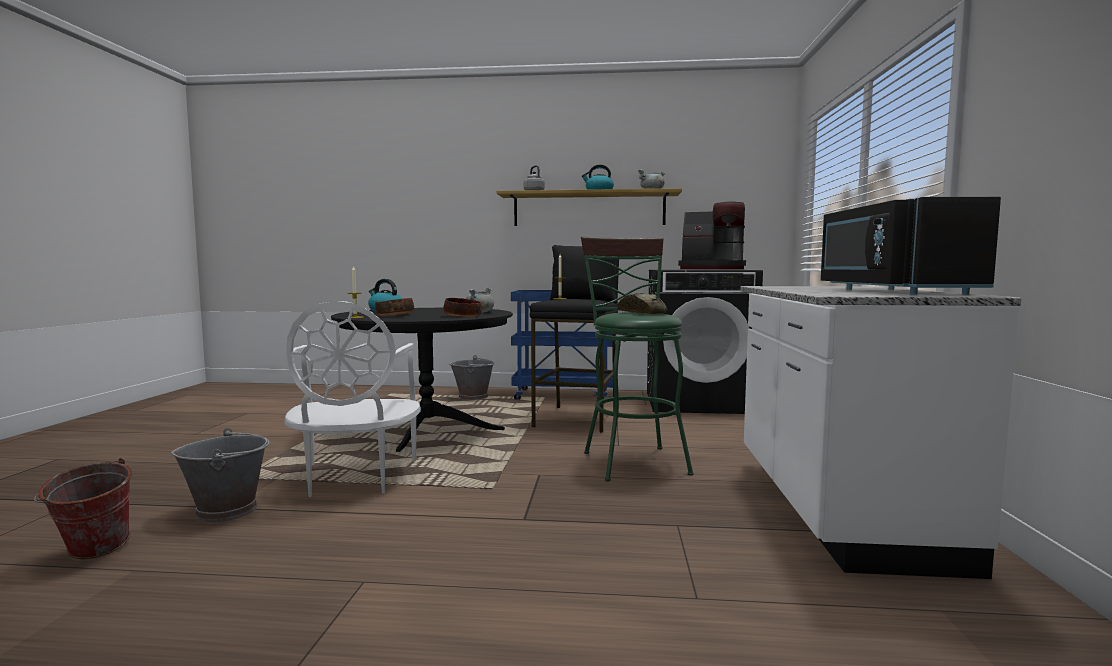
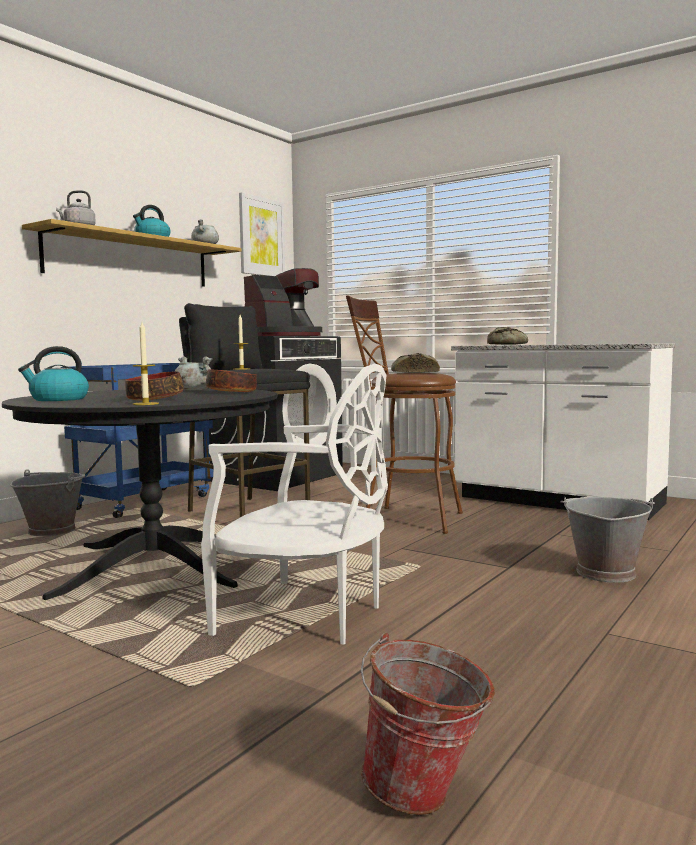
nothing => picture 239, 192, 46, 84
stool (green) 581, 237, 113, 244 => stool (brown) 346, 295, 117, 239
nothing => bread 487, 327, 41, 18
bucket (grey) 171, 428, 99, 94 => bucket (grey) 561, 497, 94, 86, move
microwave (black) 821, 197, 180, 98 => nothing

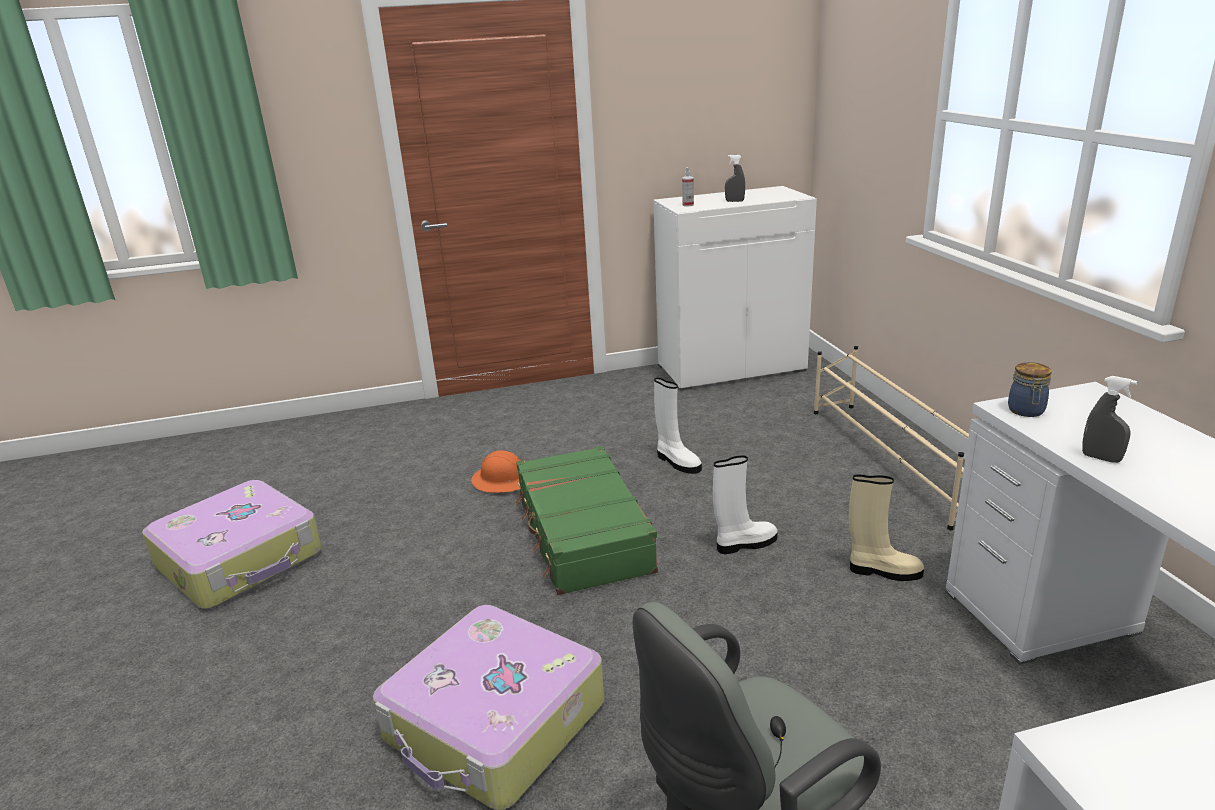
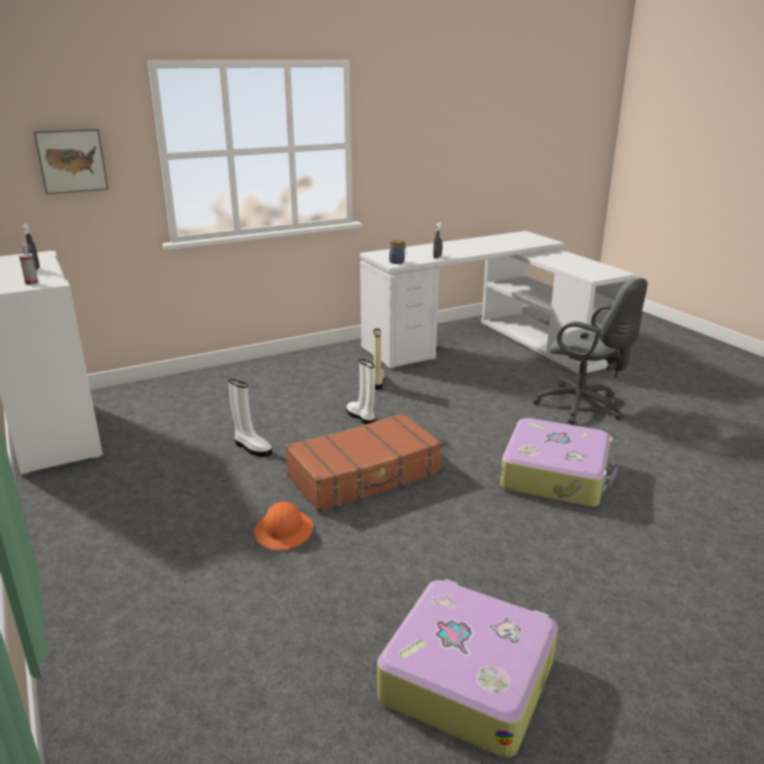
nothing => picture 33, 129, 75, 65
boot (white) 654, 378, 48, 96 => boot (white) 228, 379, 44, 78, 90 degrees clockwise
suitcase (green) 515, 446, 143, 149 => suitcase (brown) 285, 413, 157, 100
shoe rack (beige) 814, 346, 155, 184 => nothing

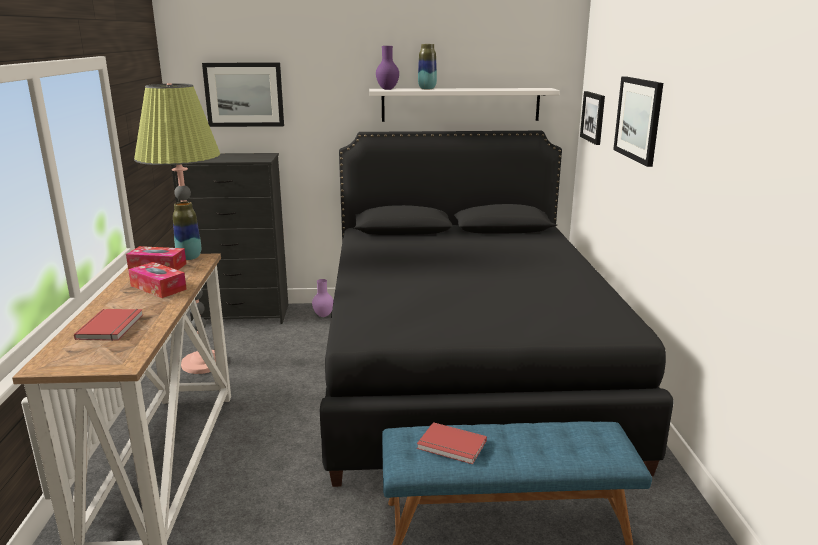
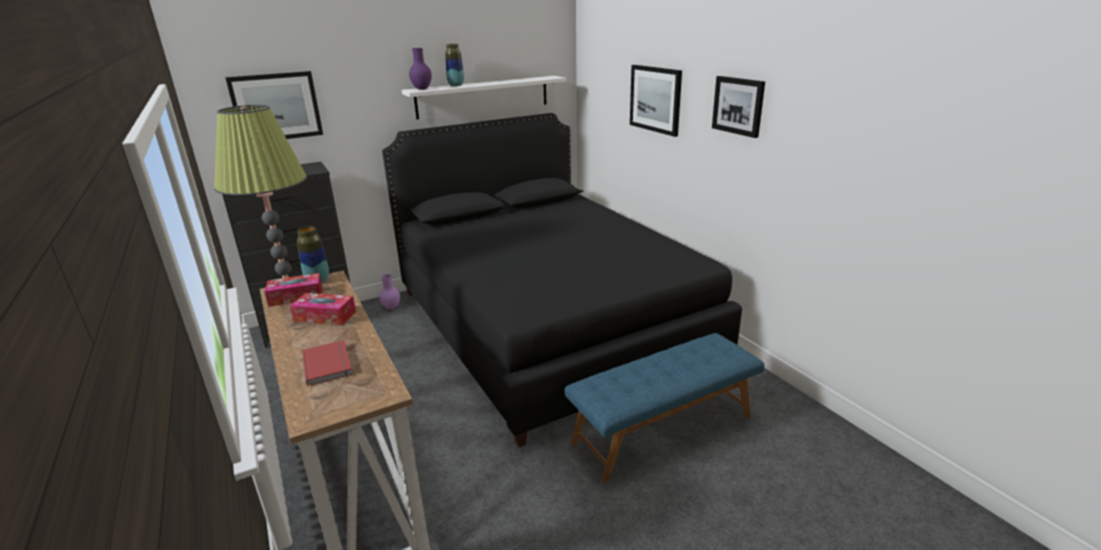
picture 580, 91, 25, 54 => picture 712, 76, 53, 62, move
book (red) 417, 422, 70, 42 => nothing

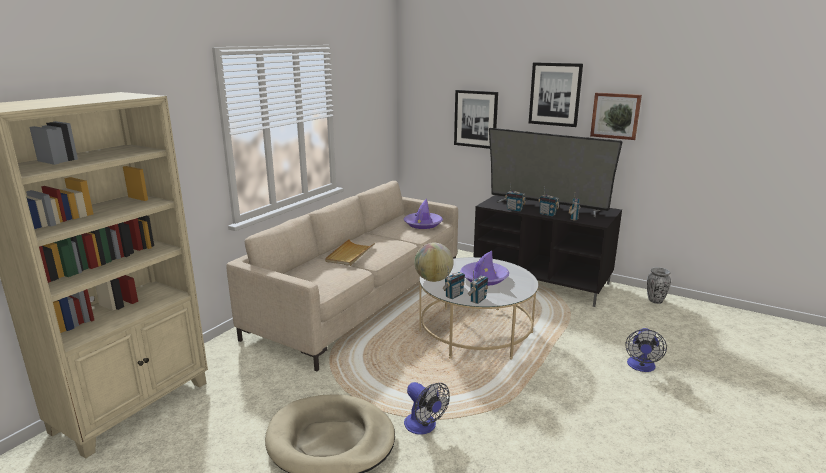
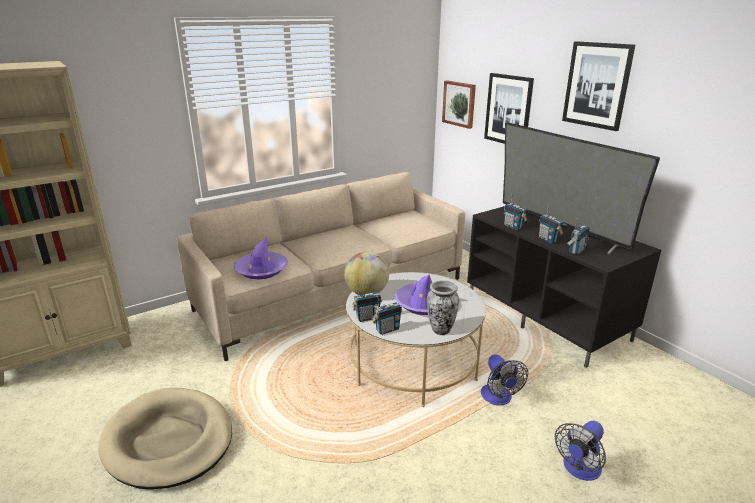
hat (purple) 404, 198, 39, 31 => hat (purple) 234, 238, 54, 41, move
vase 647, 267, 24, 37 => vase 427, 280, 32, 55, move
picture 590, 93, 52, 47 => picture 442, 81, 34, 48, move
fan 404, 382, 46, 53 => fan 481, 354, 47, 51, move
tray (beige) 325, 239, 50, 27 => nothing

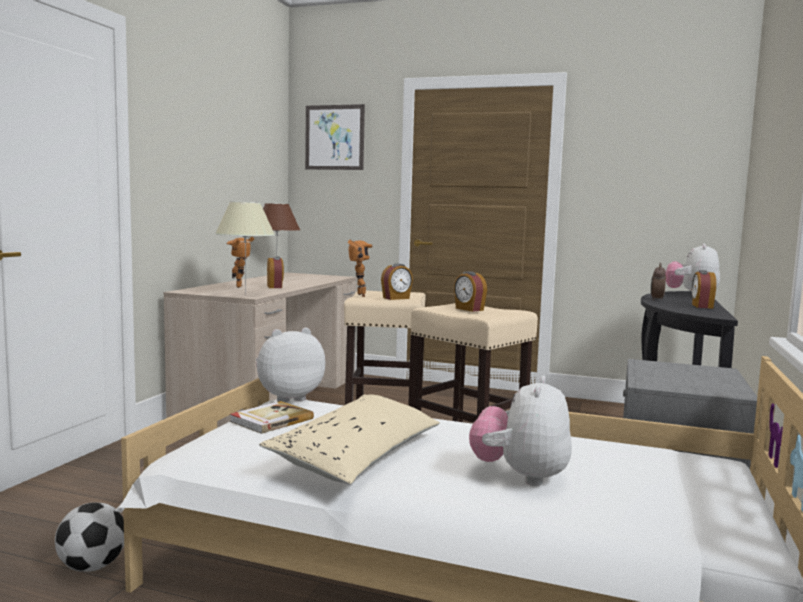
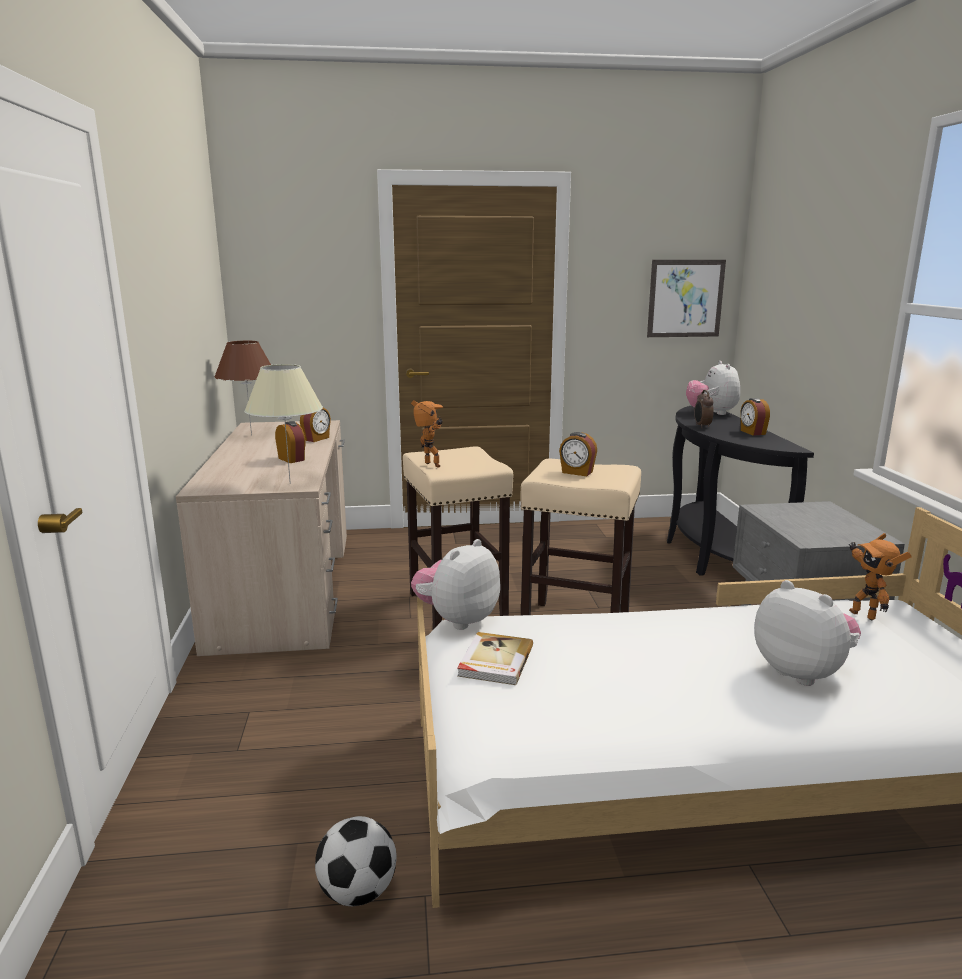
alarm clock 381, 263, 32, 37 => alarm clock 300, 408, 31, 34, move
picture 305, 104, 60, 66 => picture 647, 260, 79, 77, move
plush toy 469, 376, 103, 110 => plush toy 754, 580, 107, 106, 150 degrees clockwise
toy robot 226, 237, 28, 51 => toy robot 849, 533, 63, 87, move
pillow (beige) 259, 395, 181, 90 => nothing

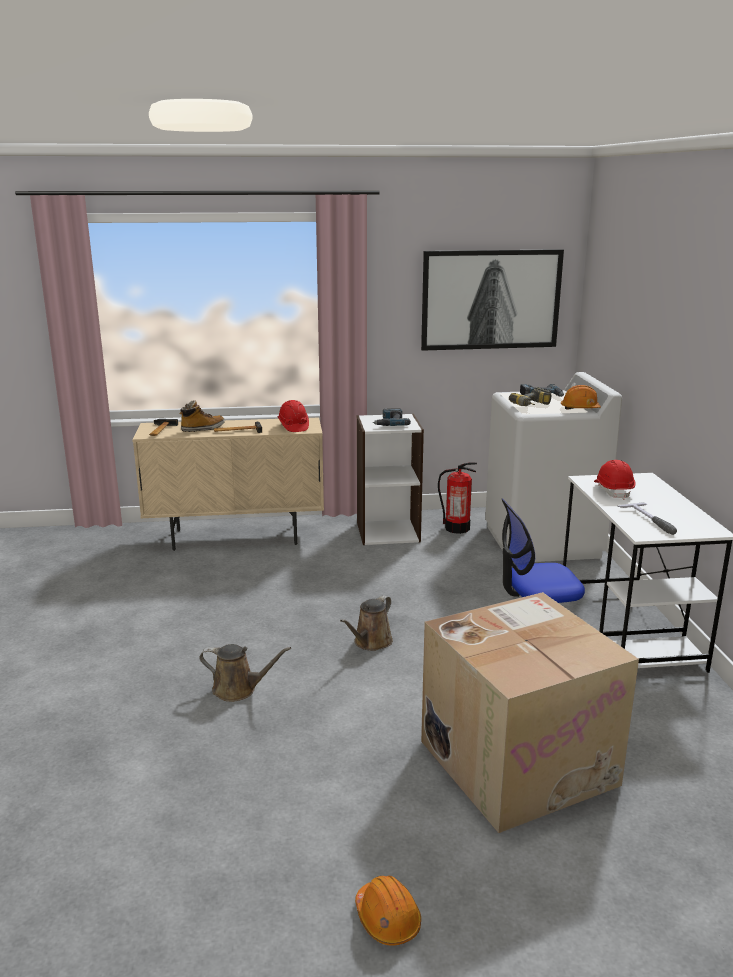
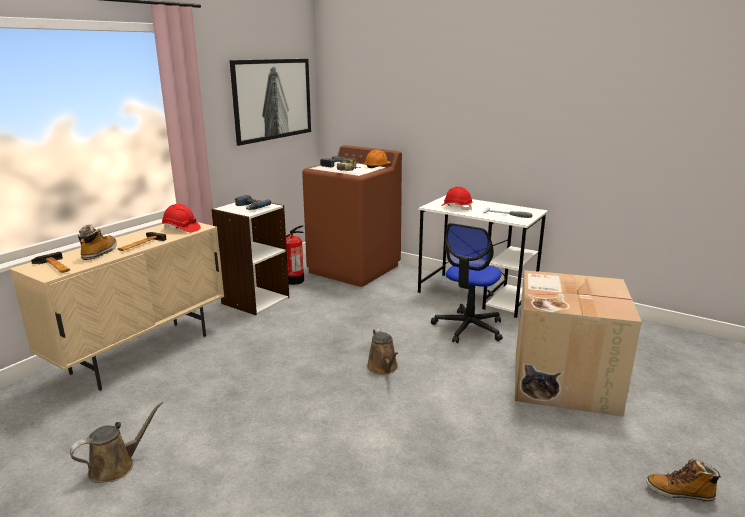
watering can (brown) 199, 644, 92, 58 => watering can (brown) 70, 401, 93, 82, move
washing machine (white) 485, 372, 137, 190 => washing machine (brown) 302, 145, 100, 142
hard hat (orange) 355, 876, 66, 70 => boot 646, 459, 76, 43

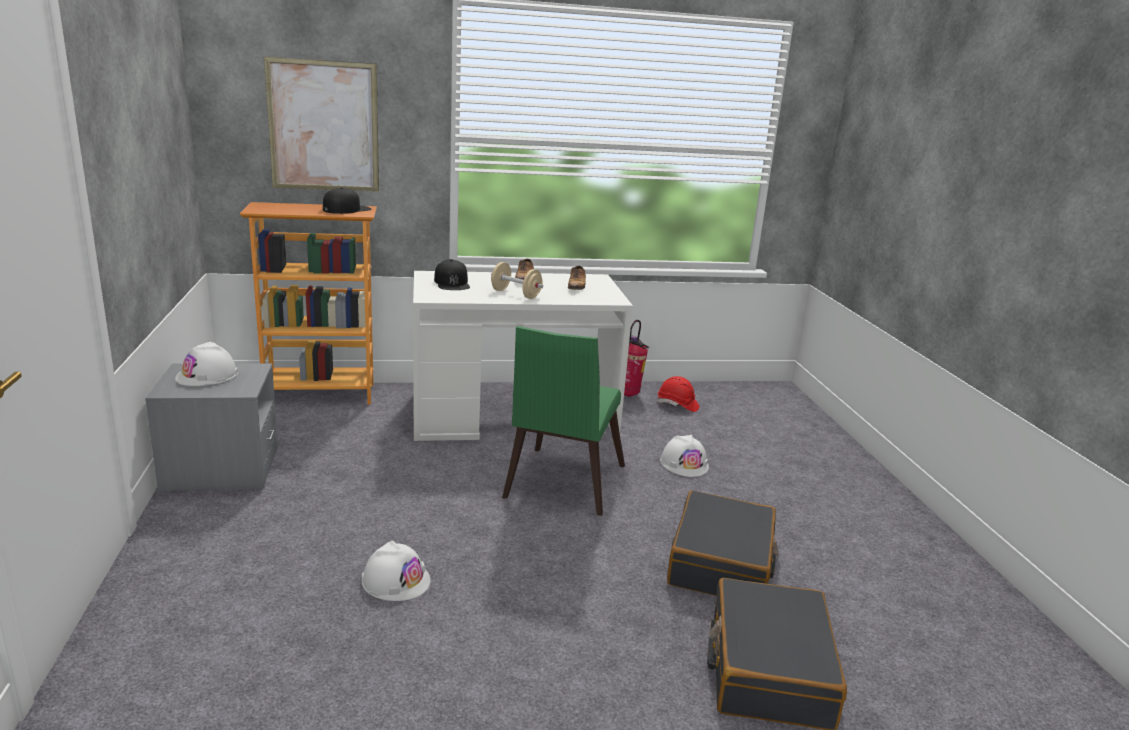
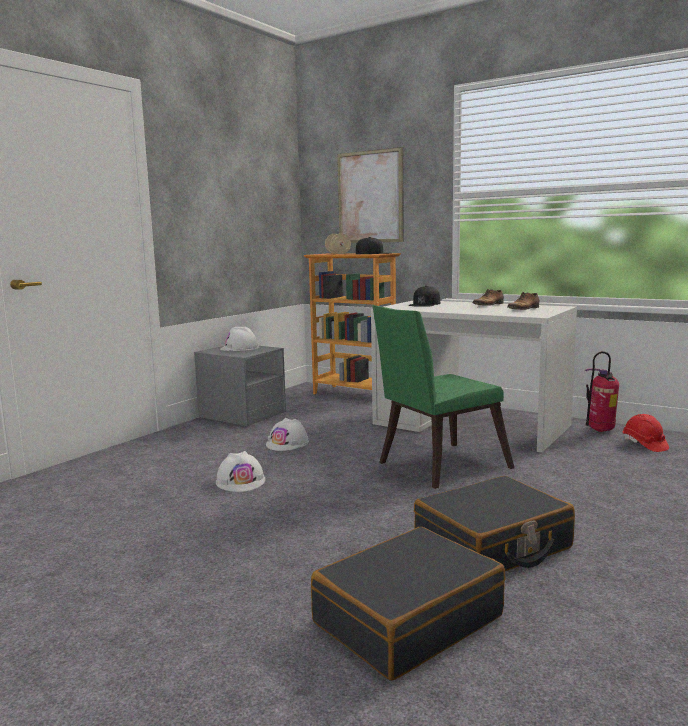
hard hat (white) 660, 435, 49, 42 => hard hat (white) 266, 418, 43, 33, move
dumbbell (beige) 491, 262, 52, 37 => dumbbell (beige) 325, 233, 26, 21, move

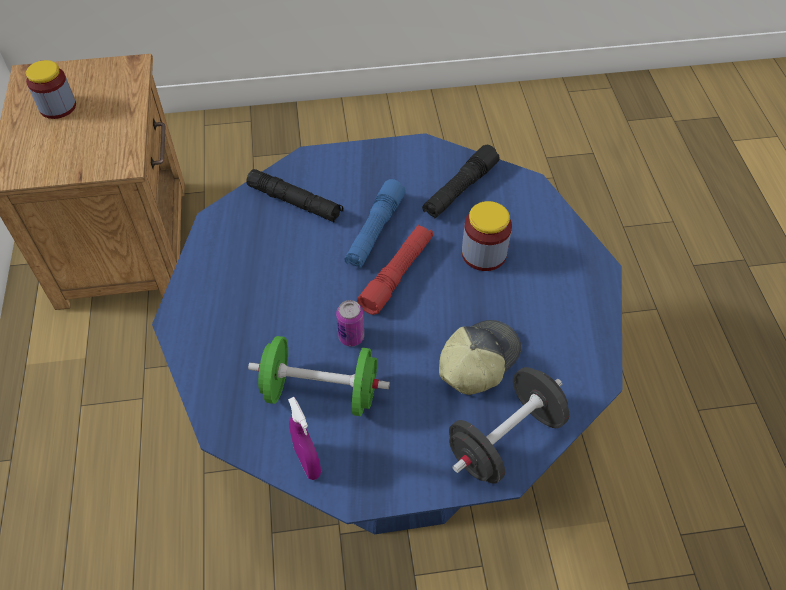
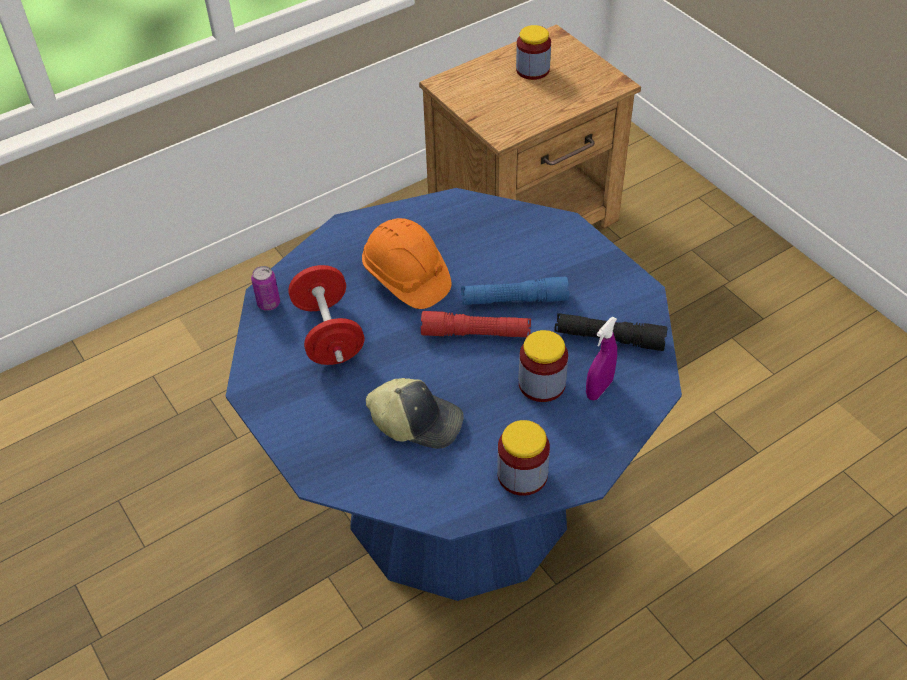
can 336, 300, 28, 46 => can 251, 266, 29, 45, move
dumbbell (green) 248, 336, 142, 80 => dumbbell (red) 288, 265, 76, 100
nothing => hard hat (orange) 362, 218, 89, 91
nothing => jar 497, 420, 53, 76
spray bottle (purple) 288, 397, 33, 83 => spray bottle (purple) 586, 316, 31, 84, move
flashlight (black) 246, 169, 98, 54 => nothing
dumbbell (black) 449, 367, 121, 117 => nothing

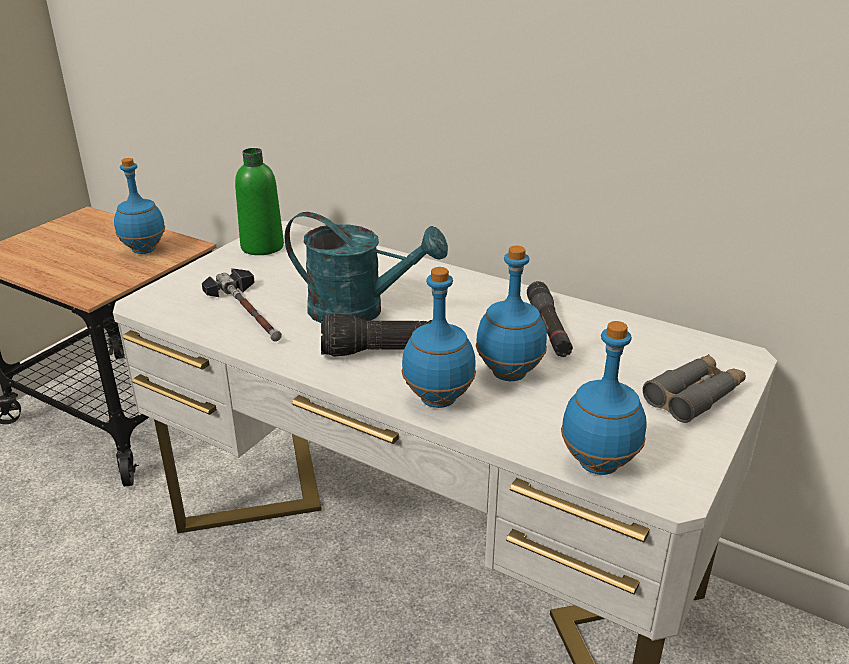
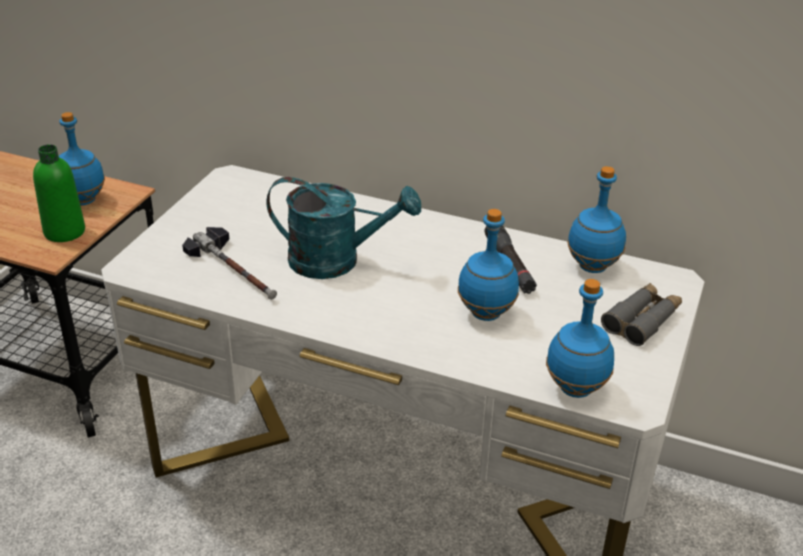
bottle (green) 235, 148, 49, 107 => bottle (green) 33, 144, 52, 98, move
bottle (blue) 401, 267, 75, 141 => bottle (blue) 567, 166, 59, 107, move
flashlight 321, 313, 111, 44 => nothing

